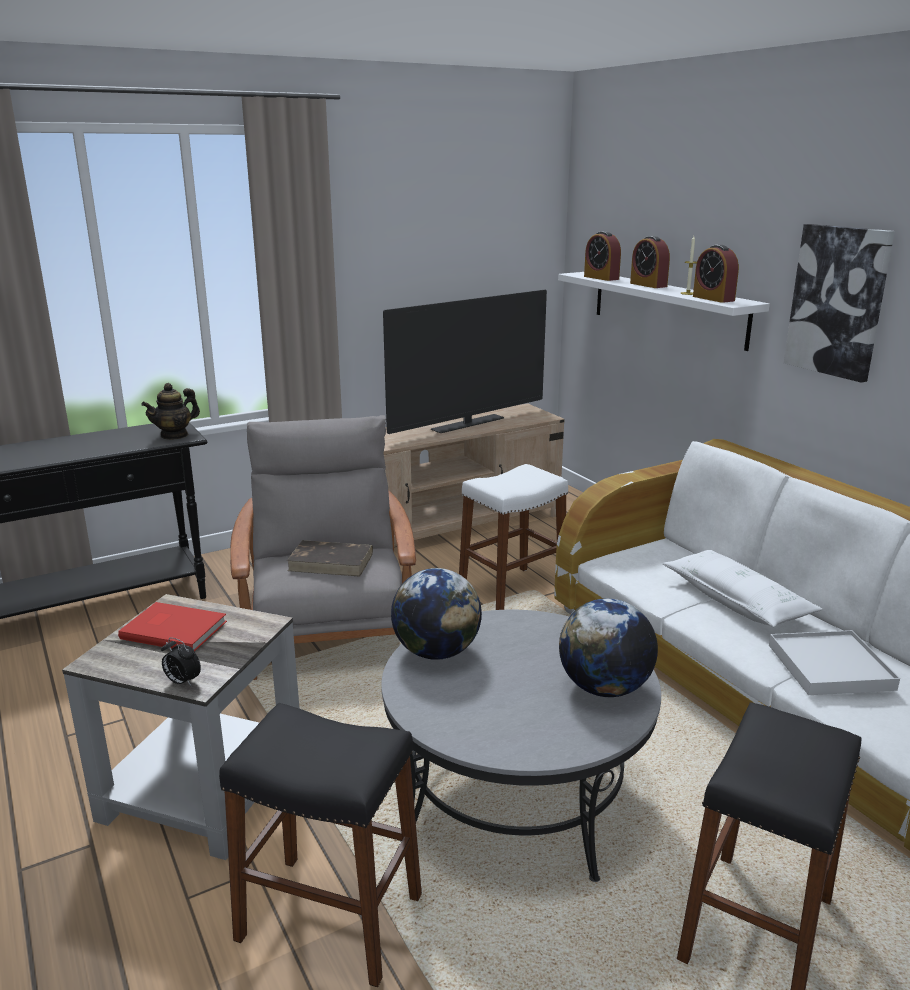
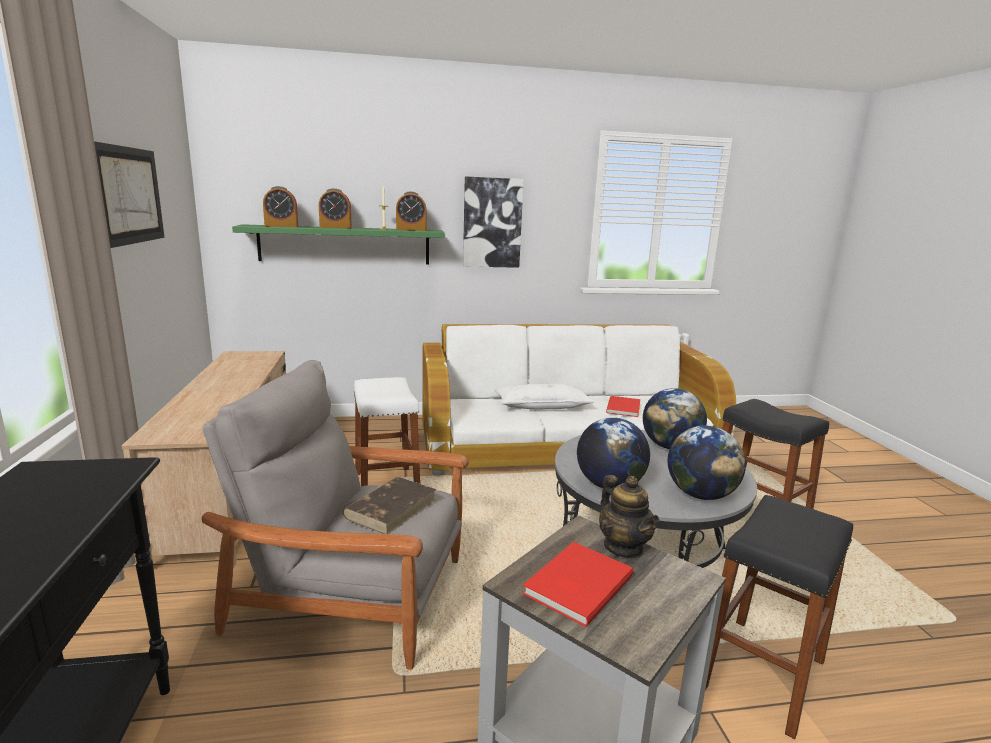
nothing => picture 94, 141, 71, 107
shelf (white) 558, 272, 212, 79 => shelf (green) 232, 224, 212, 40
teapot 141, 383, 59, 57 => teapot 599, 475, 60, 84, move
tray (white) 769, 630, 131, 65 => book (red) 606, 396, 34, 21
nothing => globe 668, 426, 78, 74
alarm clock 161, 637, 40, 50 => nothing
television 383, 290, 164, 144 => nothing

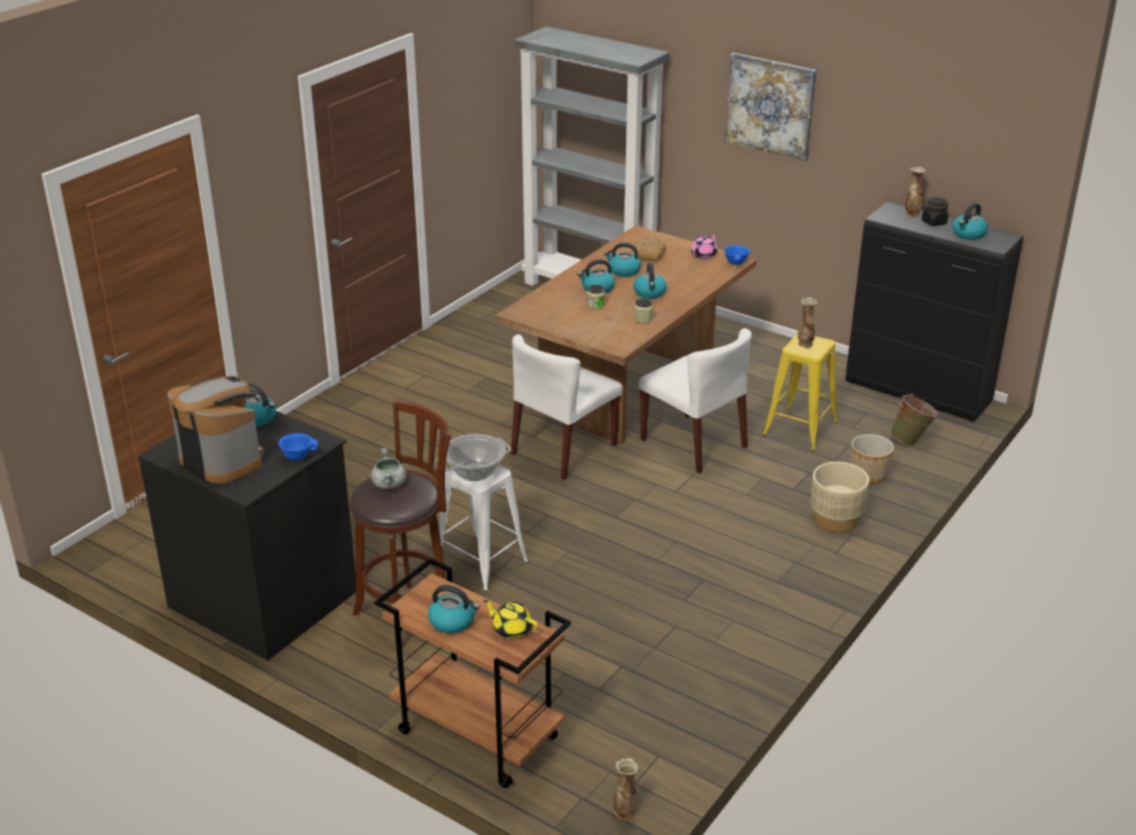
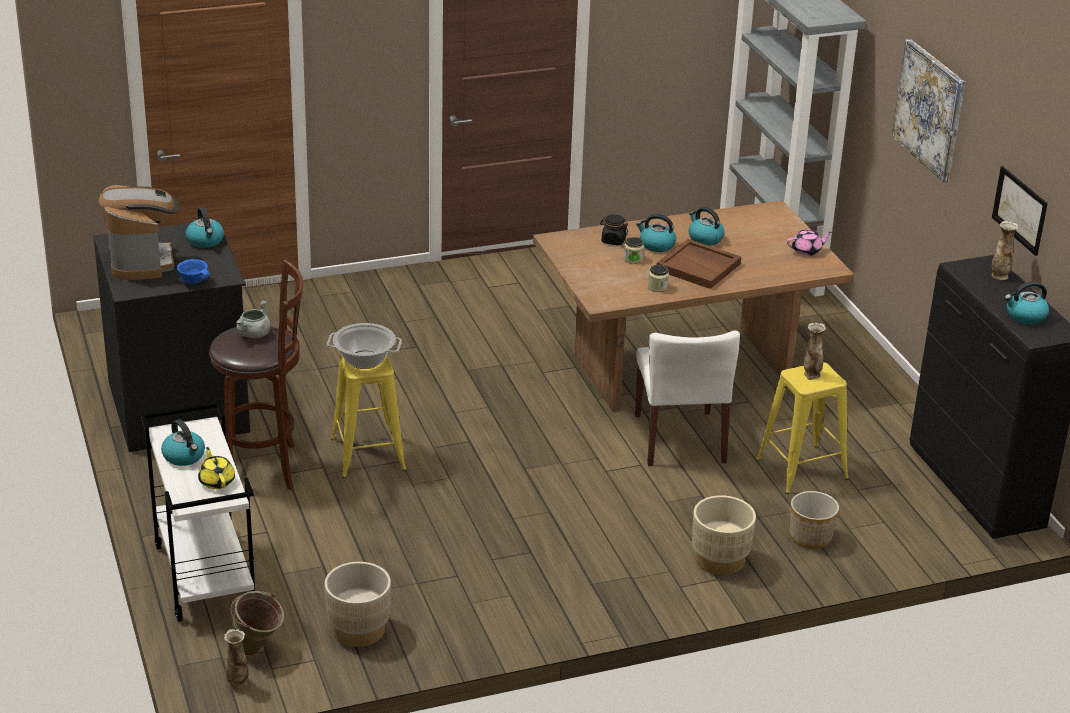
cart (brown) 374, 558, 197, 230 => cart (white) 141, 402, 114, 220
bucket (green) 890, 393, 48, 52 => bucket (green) 230, 591, 54, 65, move
nothing => planter (beige) 325, 562, 66, 85
stool (white) 439, 465, 89, 127 => stool (yellow) 331, 354, 76, 124
jar (black) 922, 197, 26, 29 => jar (black) 600, 214, 28, 31, move
kettle 633, 263, 34, 36 => tray (brown) 657, 239, 84, 50
nothing => picture 992, 166, 56, 90
chair (white) 510, 334, 113, 146 => nothing
bread 631, 236, 35, 26 => nothing
bowl (blue) 724, 245, 26, 20 => nothing

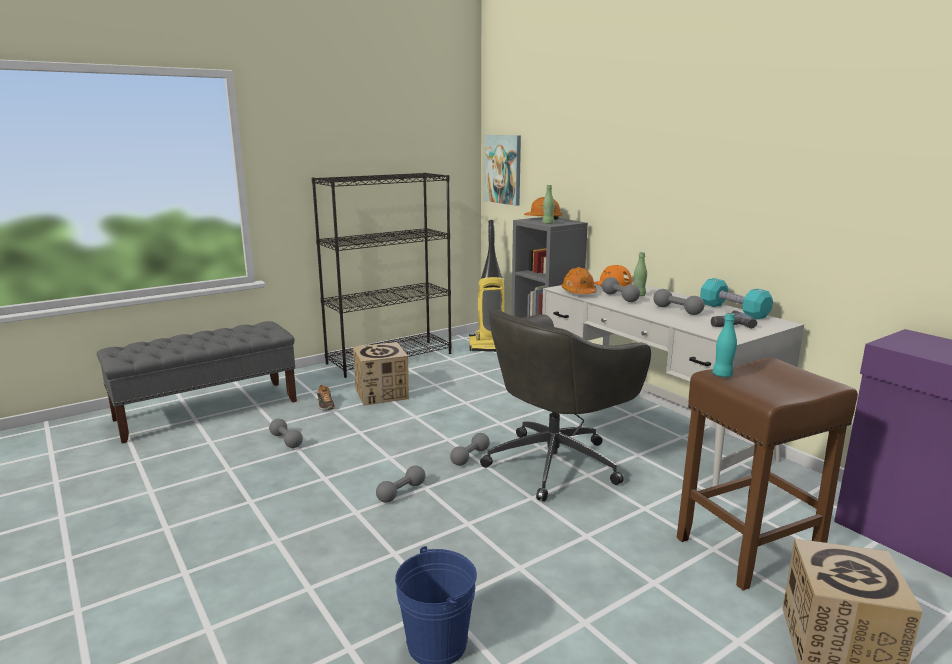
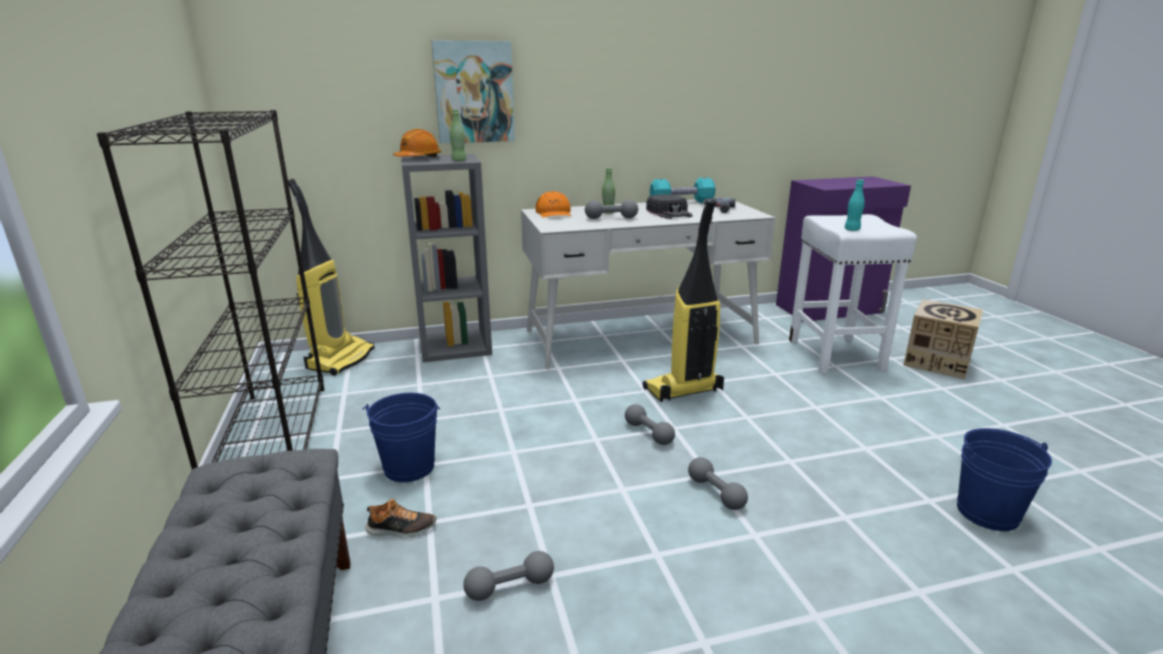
cardboard box 353, 342, 56, 64 => bucket (blue) 362, 393, 78, 89
picture 484, 135, 37, 71 => picture 432, 40, 83, 103, move
office chair (grey) 480, 309, 171, 193 => vacuum cleaner 643, 198, 81, 204
dumbbell (grey) 653, 289, 51, 26 => cap (black) 646, 194, 47, 25
stool (brown) 677, 358, 181, 233 => stool (white) 789, 214, 128, 160
hard hat (orange) 561, 267, 35, 27 => nothing

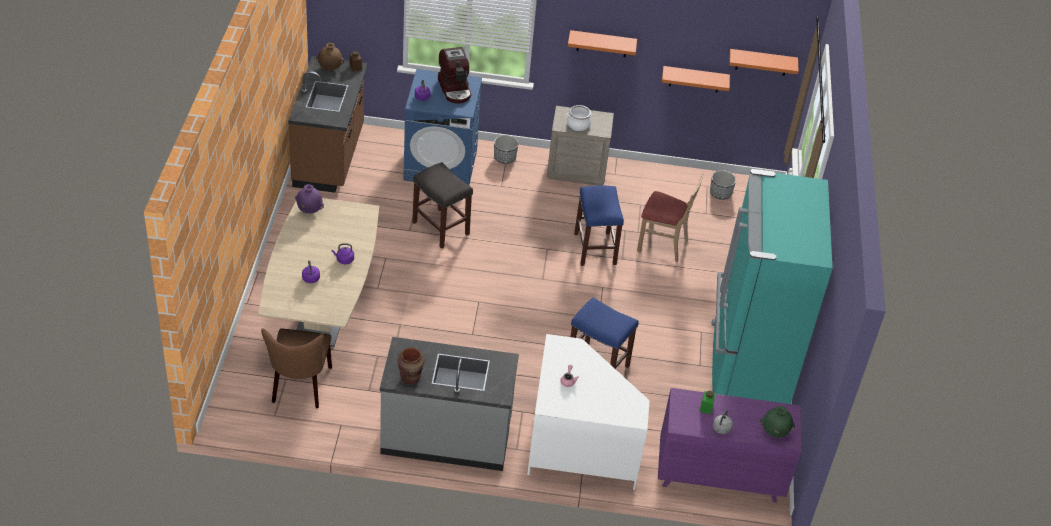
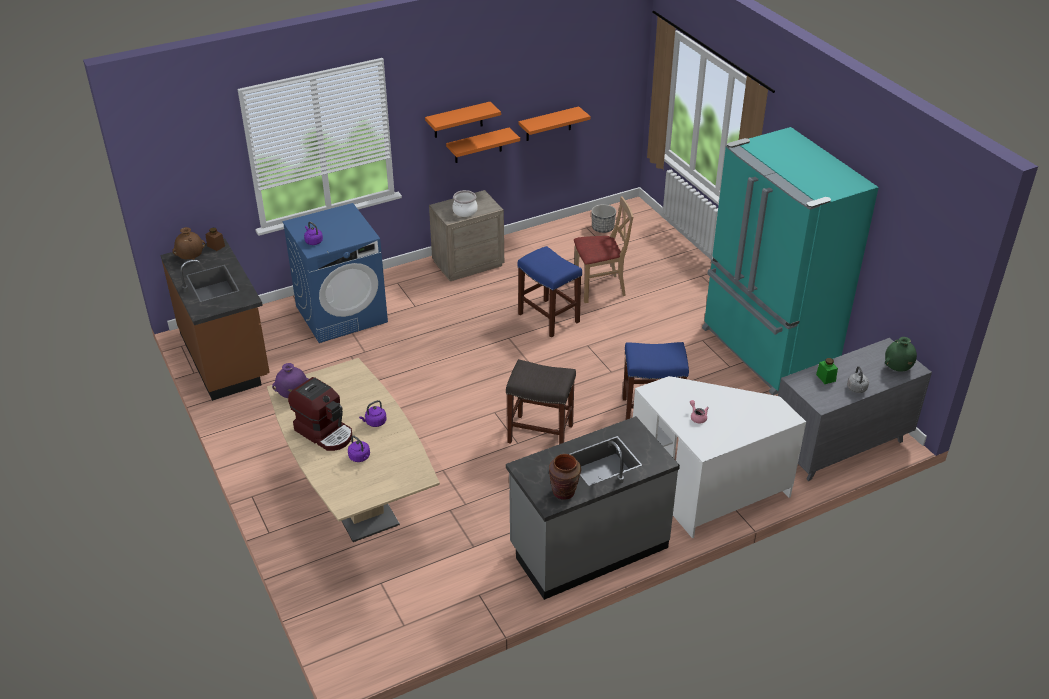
coffee machine 438, 47, 33, 56 => coffee machine 288, 377, 64, 74, move
shelf (orange) 729, 49, 69, 27 => shelf (orange) 446, 128, 74, 35, move
stool (grey) 412, 162, 61, 87 => stool (grey) 506, 359, 70, 85, move
dresser (purple) 658, 388, 143, 114 => dresser (grey) 778, 338, 154, 143
chair (brown) 261, 328, 71, 81 => nothing
planter 494, 135, 25, 29 => nothing

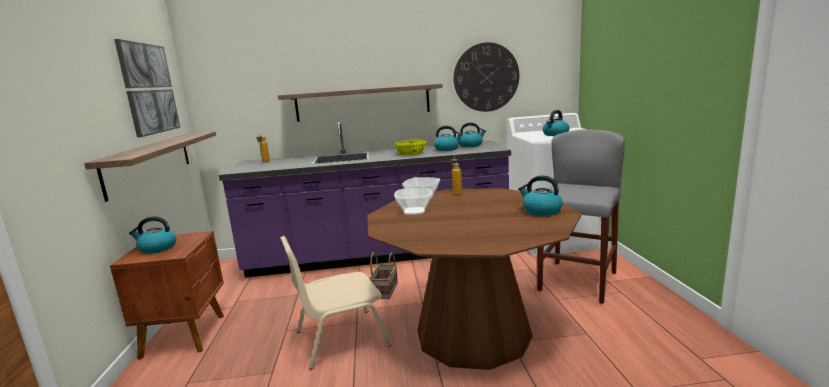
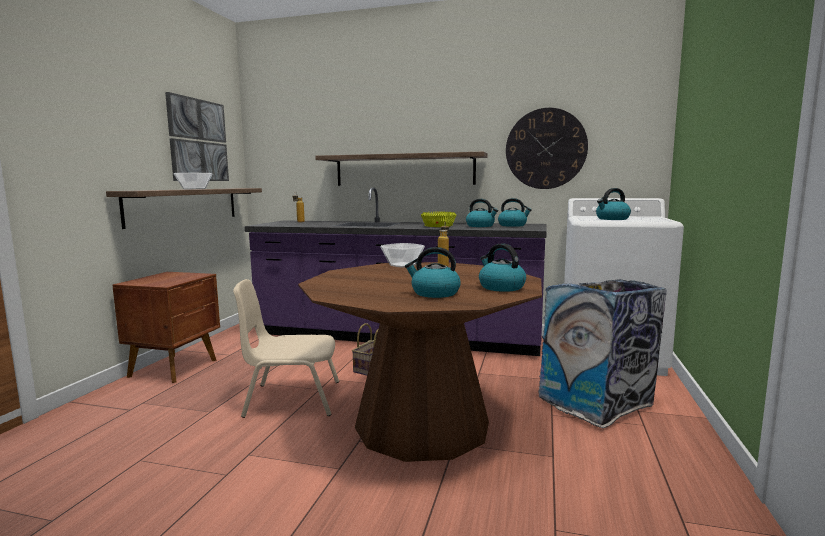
bowl 394, 188, 38, 27 => bowl 174, 173, 38, 16, move
kettle 129, 216, 47, 38 => kettle 405, 247, 56, 51, move
stool (grey) 537, 129, 88, 175 => trash can 538, 279, 128, 149

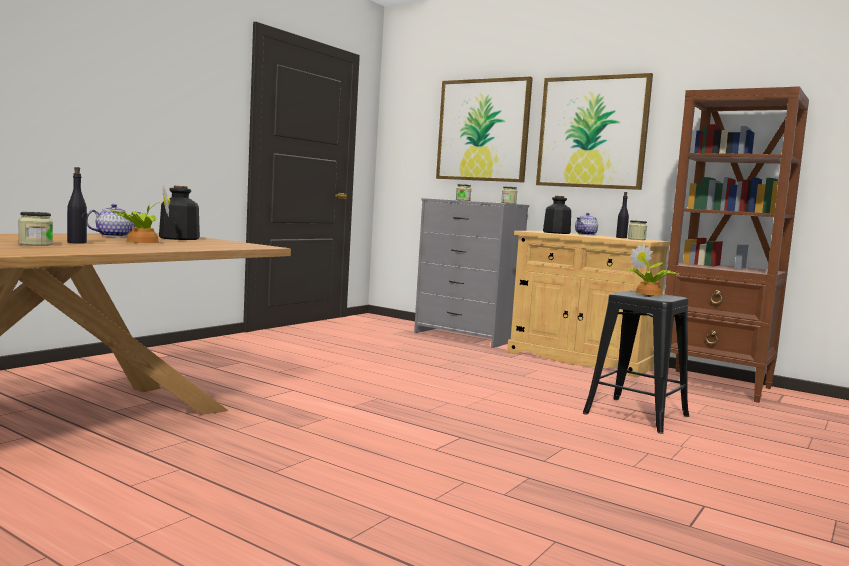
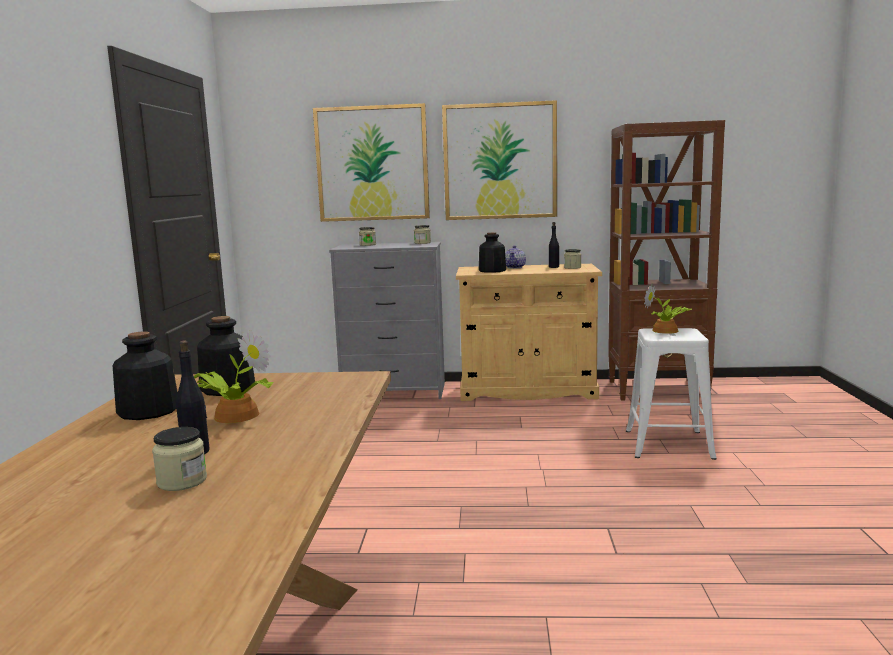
teapot 87, 204, 53, 33 => bottle 113, 331, 65, 89
stool (black) 583, 290, 107, 144 => stool (white) 626, 328, 91, 132

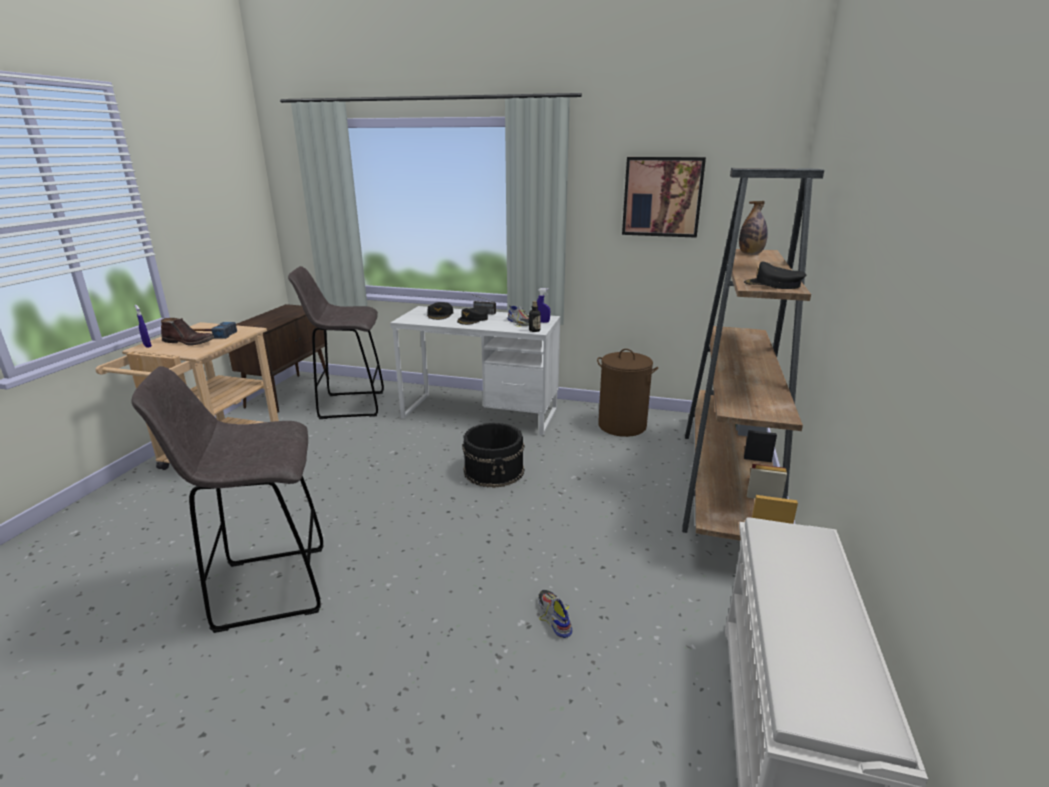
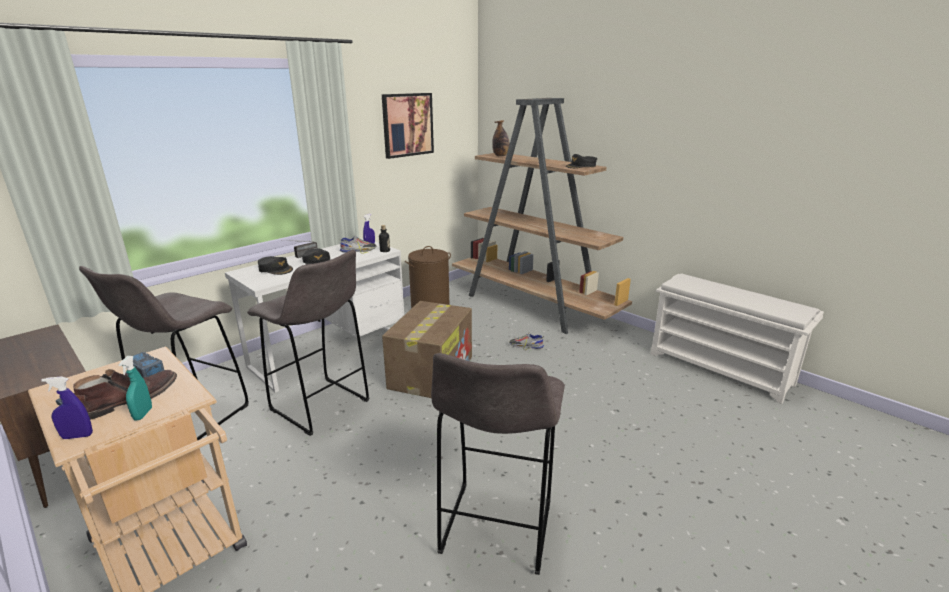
nothing => spray bottle (turquoise) 118, 356, 34, 65
nothing => stool (grey) 247, 250, 122, 186
bucket (black) 462, 423, 63, 65 => cardboard box 382, 301, 90, 97
shoe 538, 590, 34, 48 => shoe 509, 333, 35, 17, move

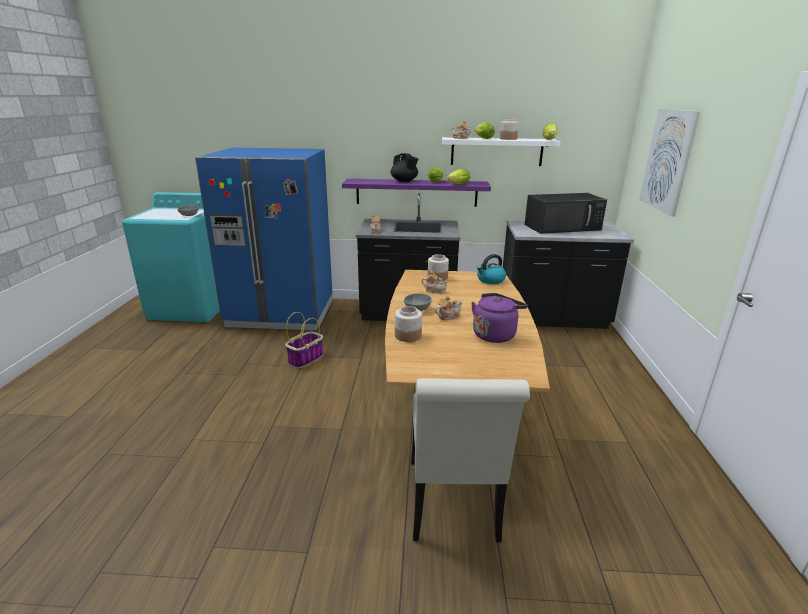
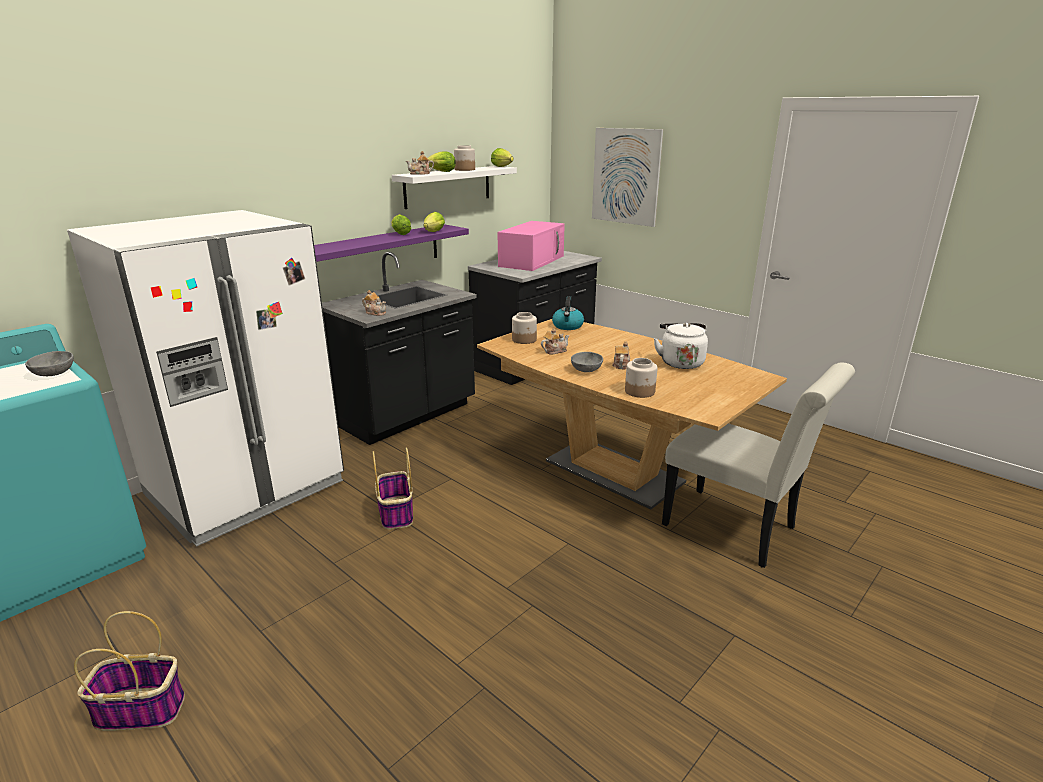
fridge (blue) 195, 147, 138, 183 => fridge (white) 67, 210, 277, 337
nothing => basket 74, 611, 111, 120
microwave (black) 524, 193, 83, 41 => microwave (pink) 498, 221, 67, 50
kettle (purple) 471, 293, 57, 50 => kettle (white) 654, 323, 54, 46
teapot (black) 390, 153, 28, 29 => nothing

